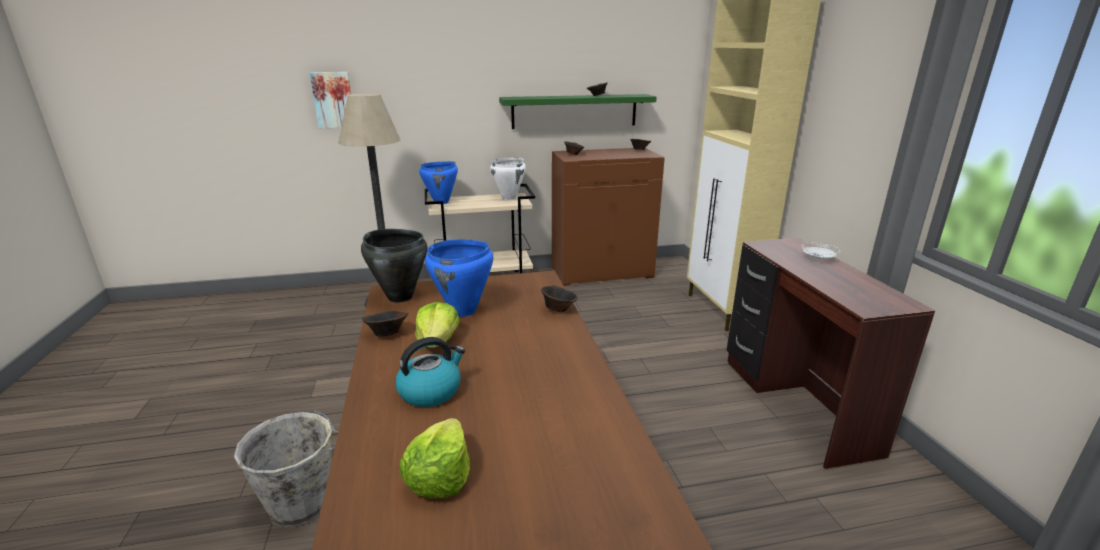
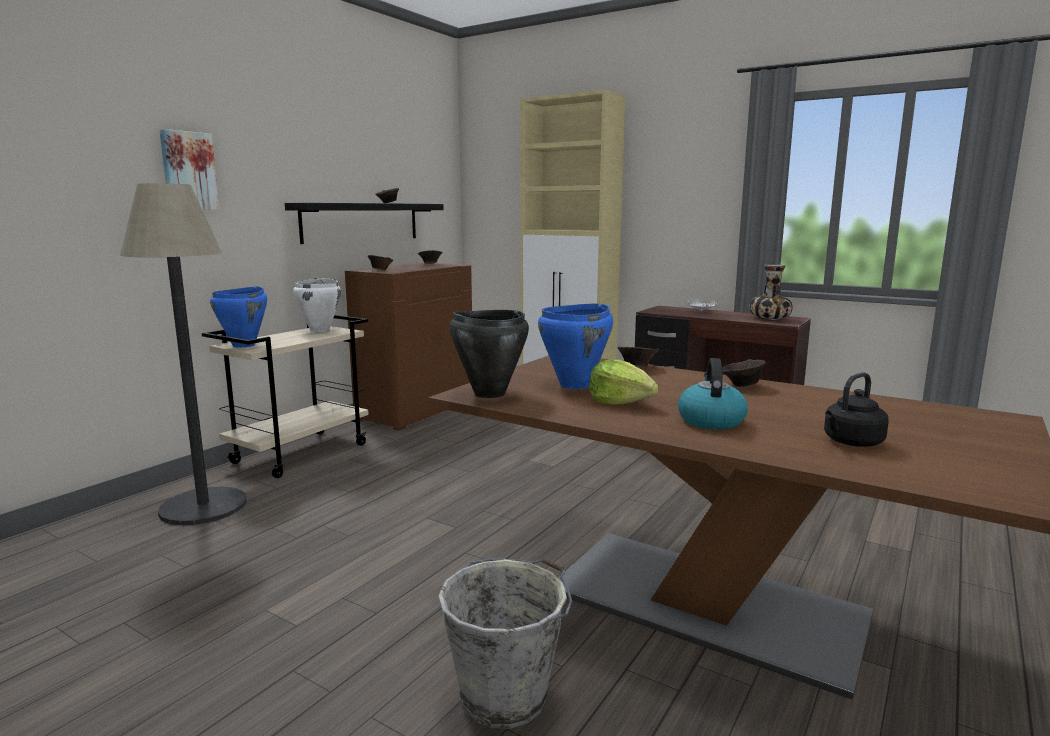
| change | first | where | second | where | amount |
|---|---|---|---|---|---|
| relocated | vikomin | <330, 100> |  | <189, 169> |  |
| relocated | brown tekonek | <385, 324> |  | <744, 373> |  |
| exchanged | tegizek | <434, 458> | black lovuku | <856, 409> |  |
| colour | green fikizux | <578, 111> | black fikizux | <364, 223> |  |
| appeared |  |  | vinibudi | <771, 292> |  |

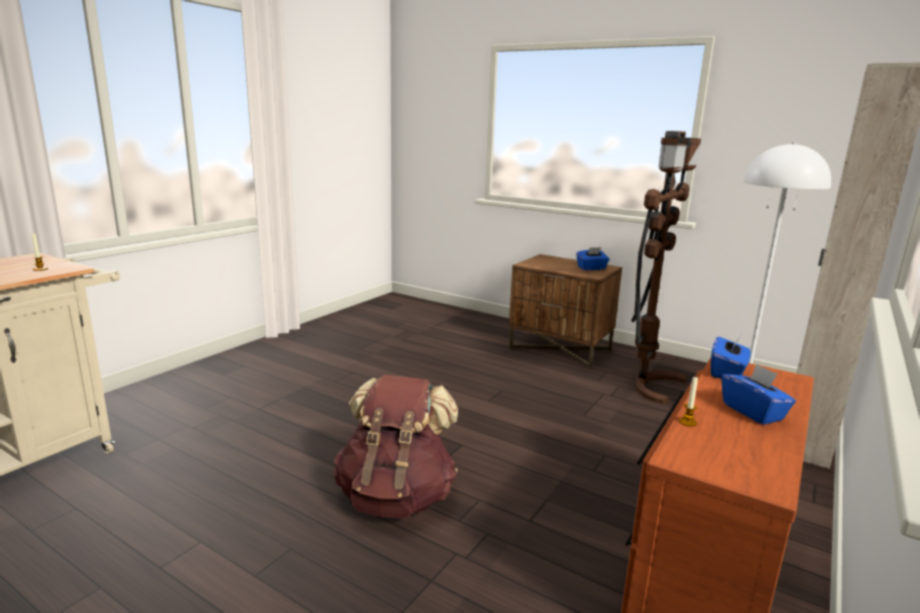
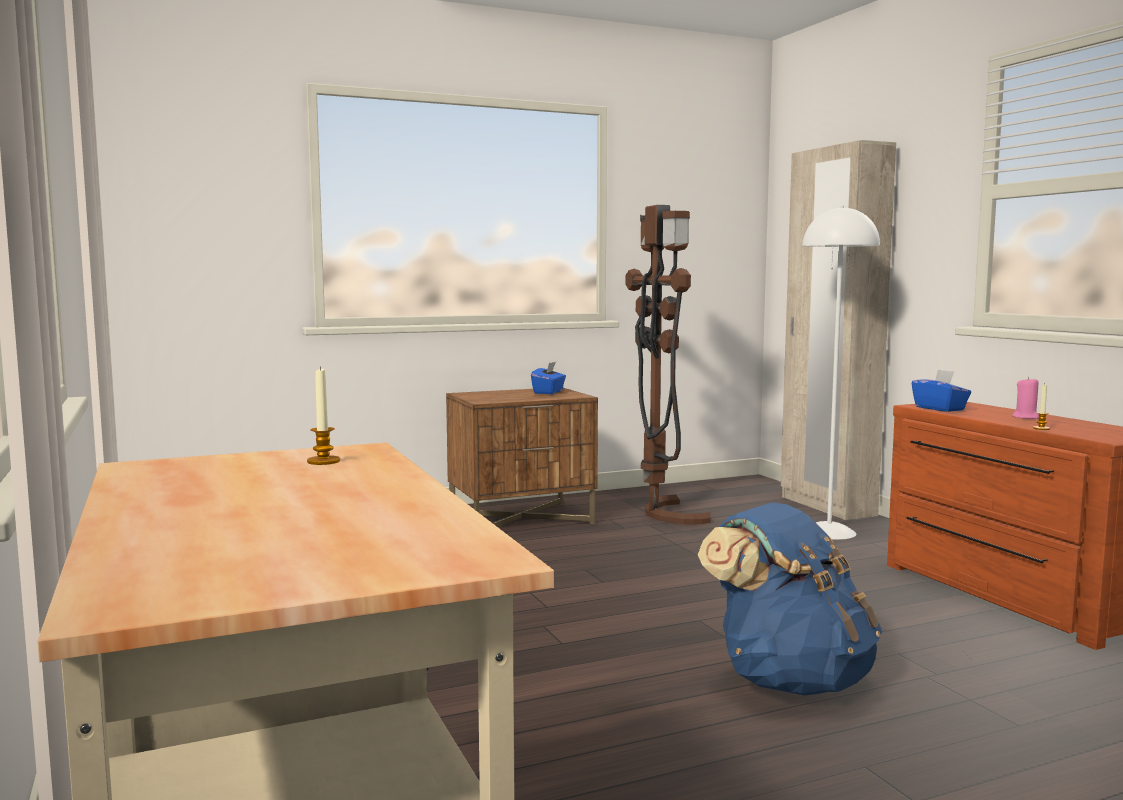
| change | first | where | second | where | amount |
|---|---|---|---|---|---|
| colour | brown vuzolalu | <396, 446> | blue vuzolalu | <790, 599> |  |
| exchanged | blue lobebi | <759, 394> | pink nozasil | <1025, 398> |  |

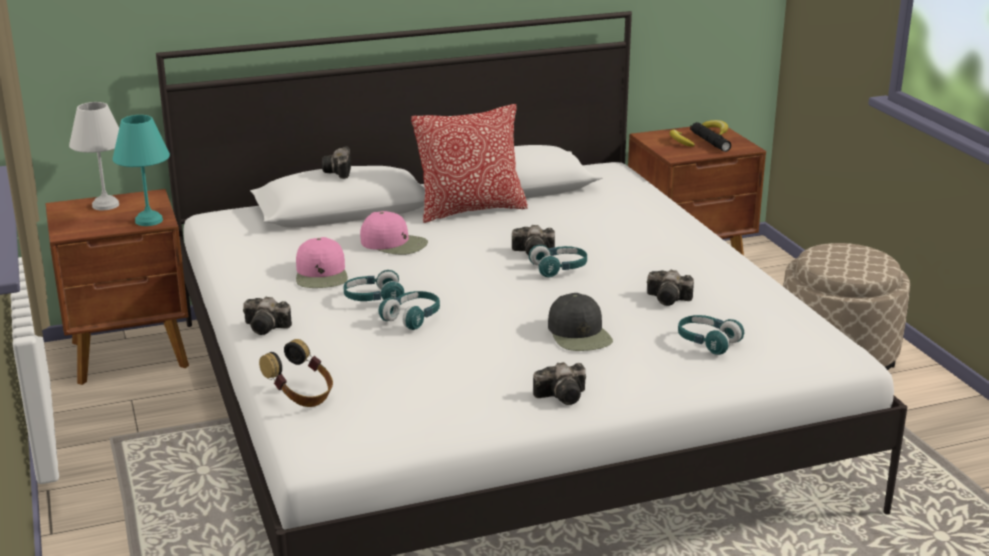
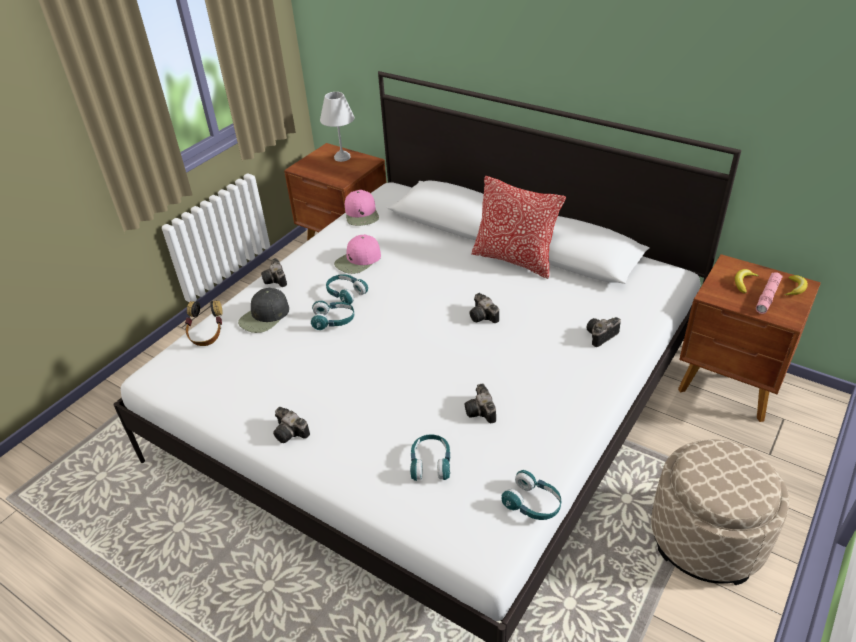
| change | first | where | second | where | amount |
|---|---|---|---|---|---|
| missing | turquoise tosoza | <141, 170> |  |  |  |
| relocated | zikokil | <336, 163> |  | <603, 332> |  |
| relocated | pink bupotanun | <394, 233> |  | <362, 208> |  |
| relocated | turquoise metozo | <558, 261> |  | <531, 495> |  |
| relocated | black bupotanun | <580, 322> |  | <263, 310> |  |
| colour | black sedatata | <710, 137> | pink sedatata | <769, 293> |  |

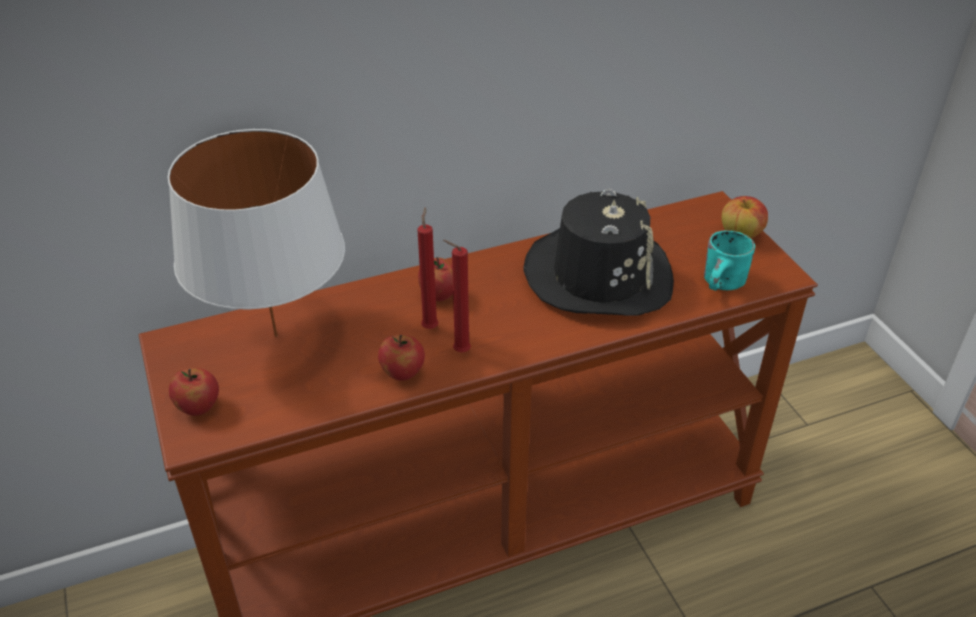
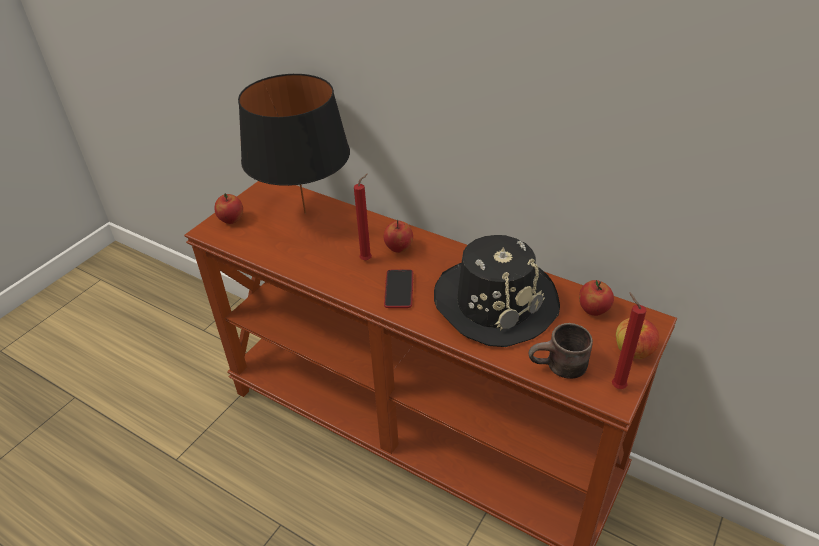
| change | first | where | second | where | amount |
|---|---|---|---|---|---|
| colour | white tosoza | <256, 233> | black tosoza | <294, 144> |  |
| relocated | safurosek | <401, 358> |  | <596, 298> |  |
| relocated | red nozasil | <457, 296> |  | <629, 340> |  |
| colour | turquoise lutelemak | <729, 260> | brown lutelemak | <560, 351> |  |
| appeared |  |  | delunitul | <398, 289> |  |

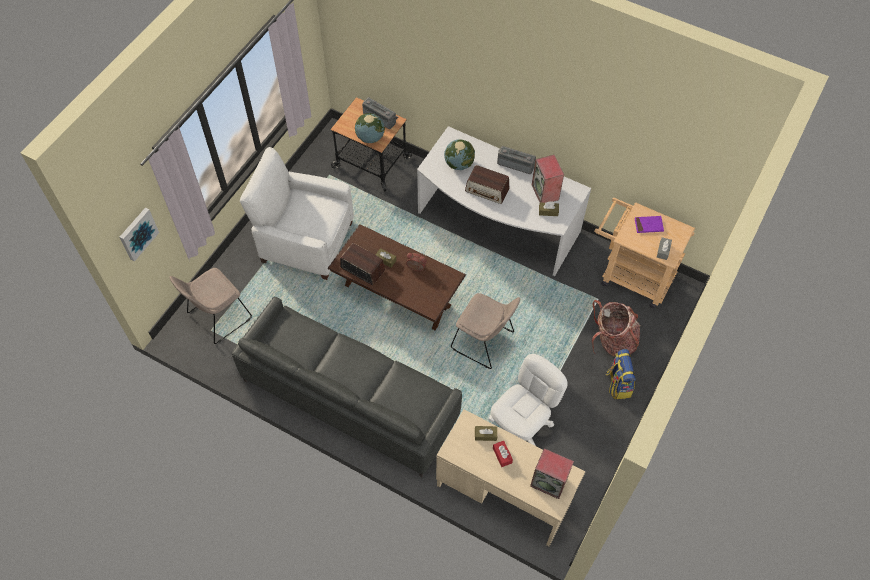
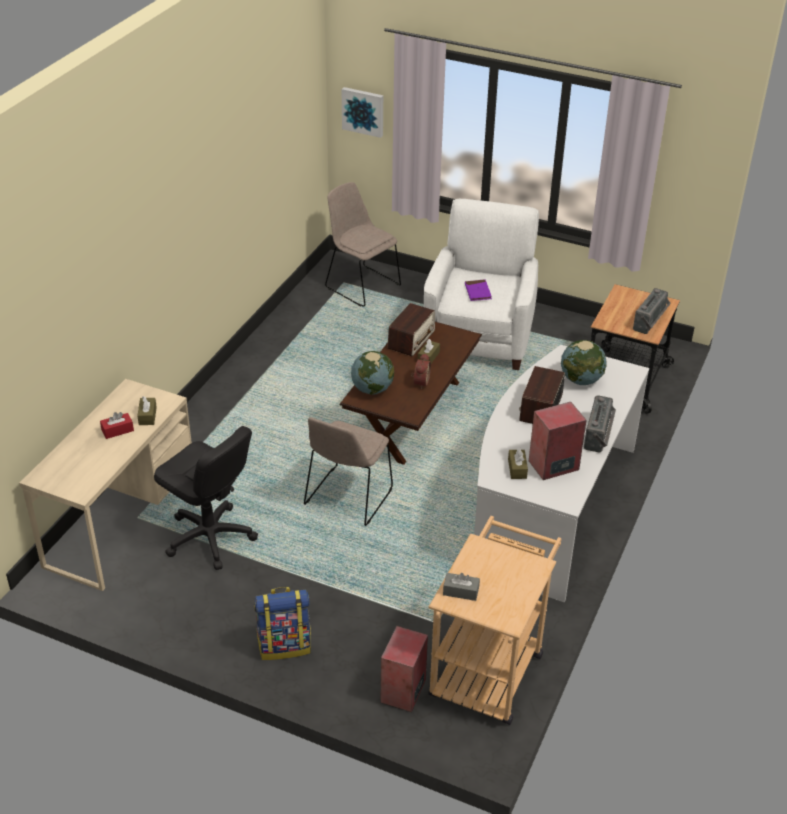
| change | first | where | second | where | amount |
|---|---|---|---|---|---|
| missing | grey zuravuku | <347, 387> |  |  |  |
| relocated | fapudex | <370, 128> |  | <372, 373> |  |
| colour | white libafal | <528, 400> | black libafal | <206, 498> |  |
| relocated | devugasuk | <552, 473> |  | <404, 669> |  |
| missing | vuzolalu | <616, 328> |  |  |  |
| relocated | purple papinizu | <649, 224> |  | <478, 290> |  |

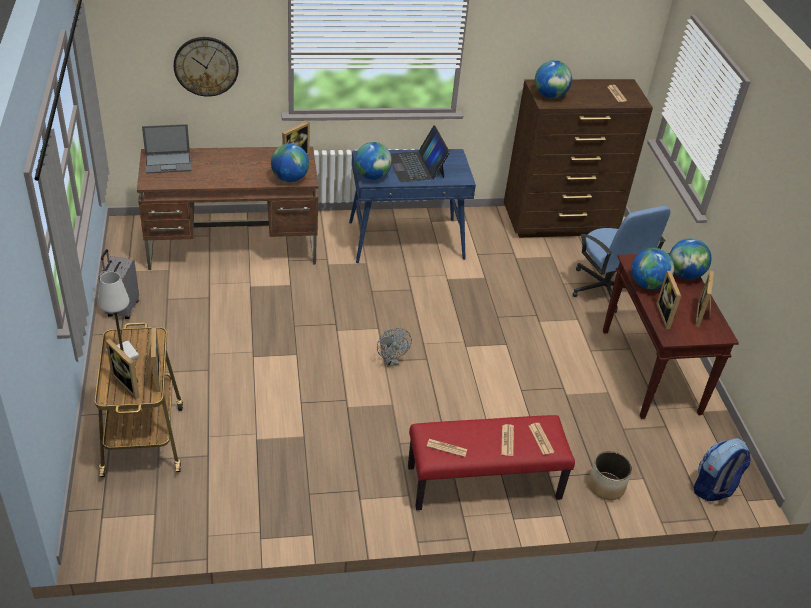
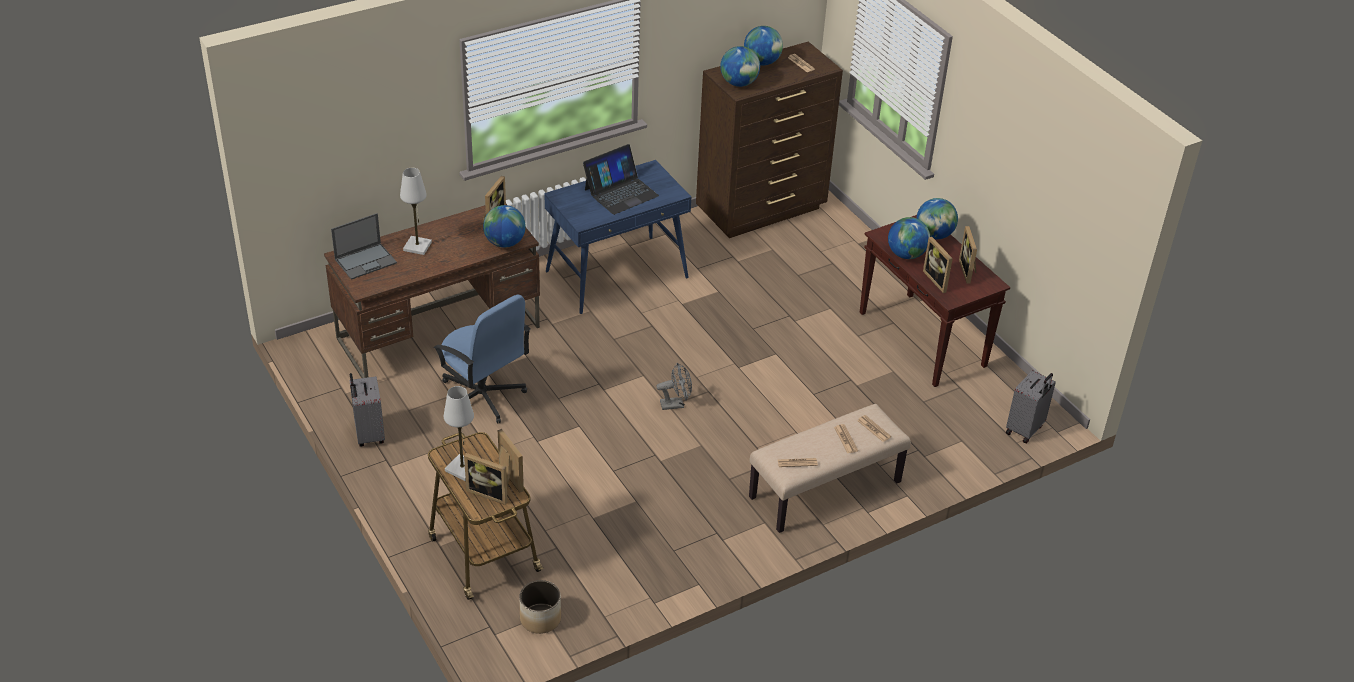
| change | first | where | second | where | amount |
|---|---|---|---|---|---|
| missing | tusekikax | <206, 67> |  |  |  |
| relocated | fapudex | <373, 161> |  | <763, 45> |  |
| spun | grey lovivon | <394, 347> |  | <674, 386> | 60 degrees counterclockwise |
| spun | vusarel | <420, 154> |  | <621, 179> | 90 degrees counterclockwise |
| colour | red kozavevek | <491, 462> | beige kozavevek | <830, 468> |  |
| relocated | blue libafal | <621, 259> |  | <482, 359> |  |
| relocated | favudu | <610, 475> |  | <540, 607> |  |
| exchanged | vuzolalu | <722, 469> | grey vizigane | <1031, 407> |  |
| appeared |  |  | white tosoza | <416, 211> |  |

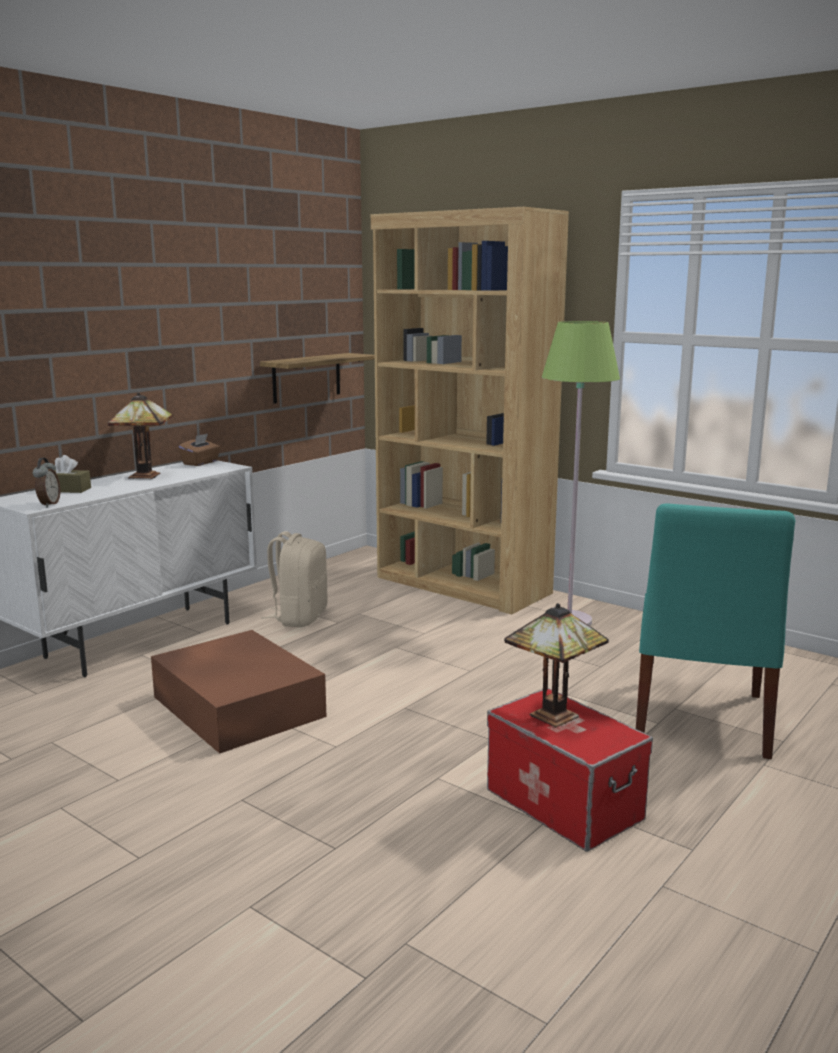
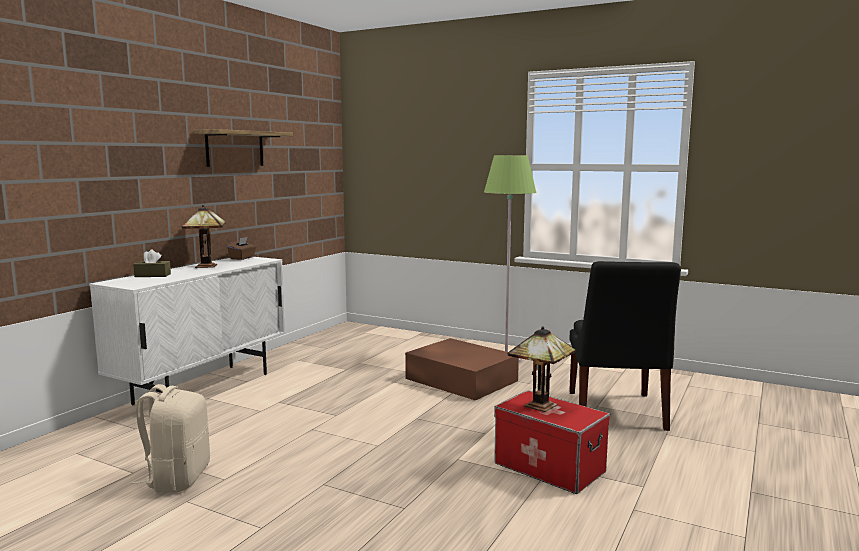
| change | first | where | second | where | amount |
|---|---|---|---|---|---|
| missing | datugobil | <46, 482> |  |  |  |
| relocated | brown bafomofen | <238, 692> |  | <462, 369> |  |
| relocated | fikizux | <317, 378> |  | <243, 148> |  |
| relocated | beige vuzolalu | <294, 579> |  | <171, 438> |  |
| missing | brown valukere | <470, 410> |  |  |  |
| colour | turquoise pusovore | <715, 631> | black pusovore | <625, 346> |  |

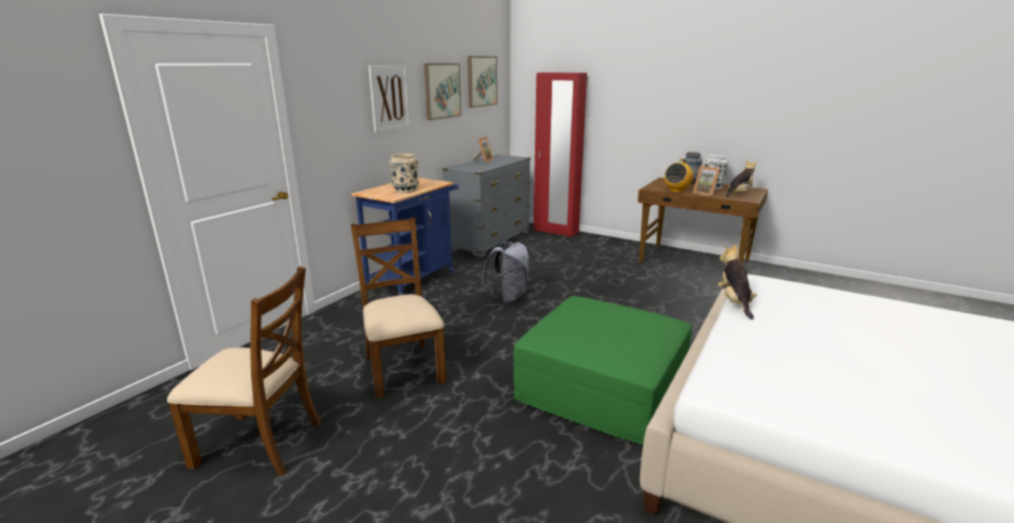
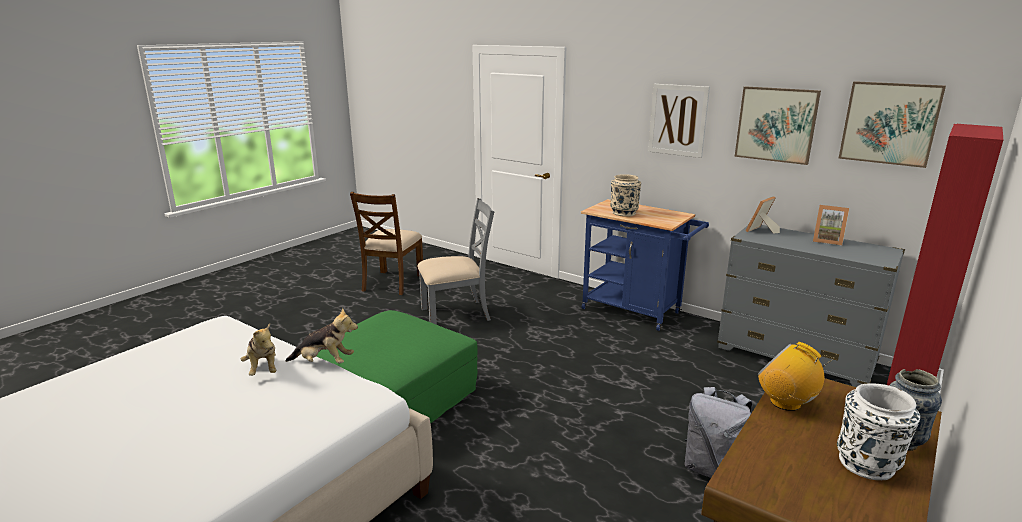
| change | first | where | second | where | amount |
|---|---|---|---|---|---|
| colour | brown pusovore | <398, 308> | grey pusovore | <455, 261> |  |
| relocated | grey vuzolalu | <506, 272> |  | <719, 432> |  |
| relocated | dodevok | <706, 181> |  | <762, 215> |  |
| relocated | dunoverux | <741, 179> |  | <259, 349> |  |

